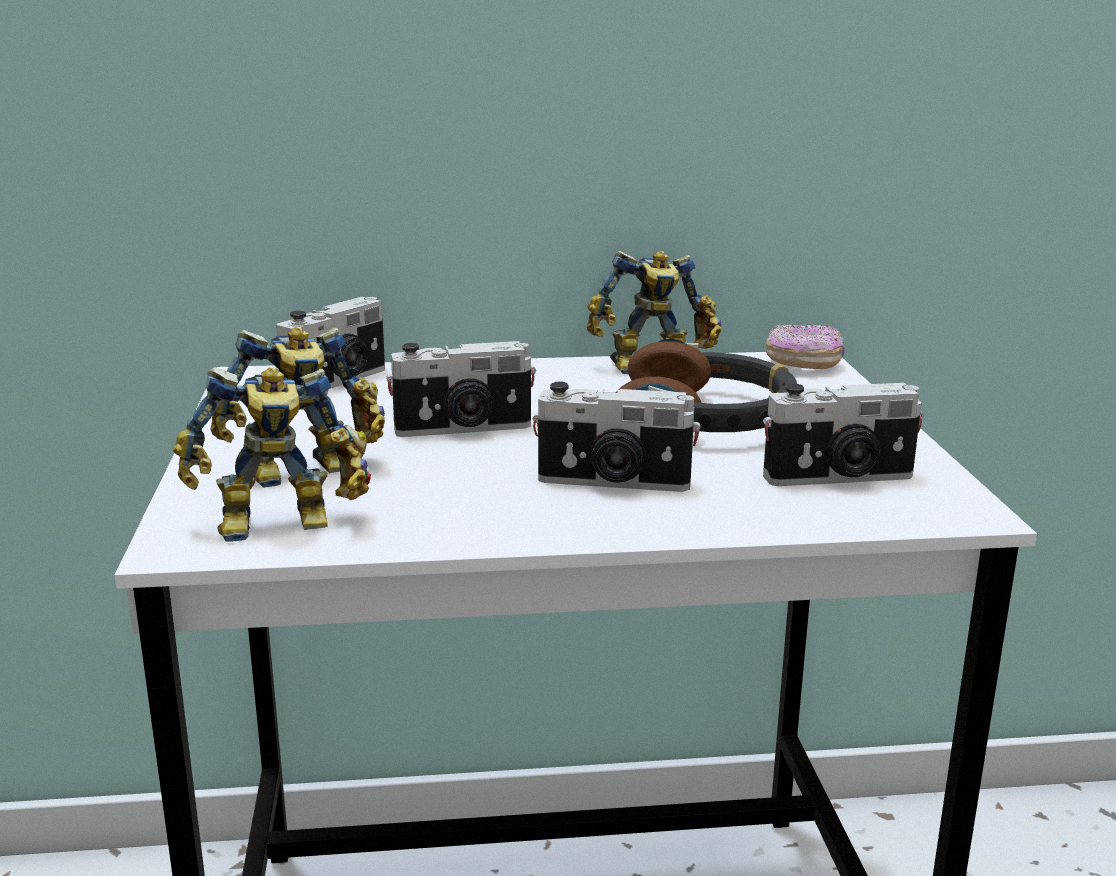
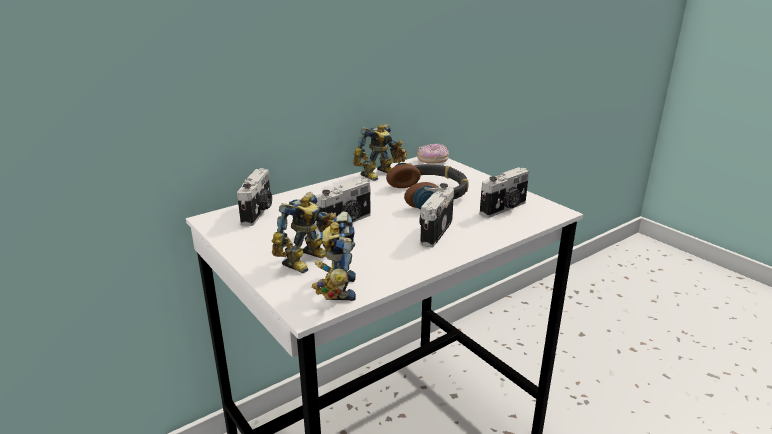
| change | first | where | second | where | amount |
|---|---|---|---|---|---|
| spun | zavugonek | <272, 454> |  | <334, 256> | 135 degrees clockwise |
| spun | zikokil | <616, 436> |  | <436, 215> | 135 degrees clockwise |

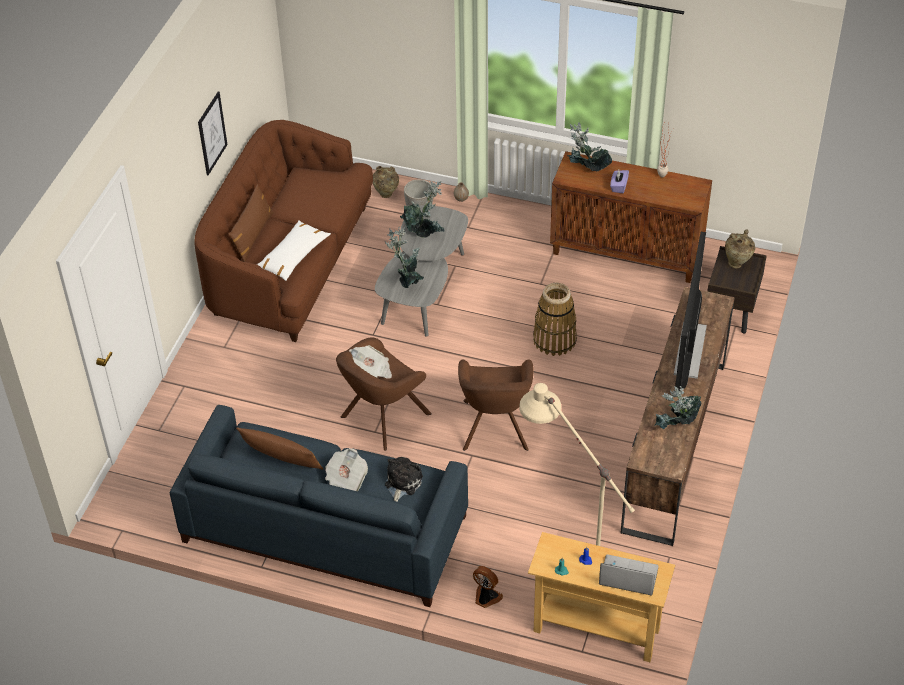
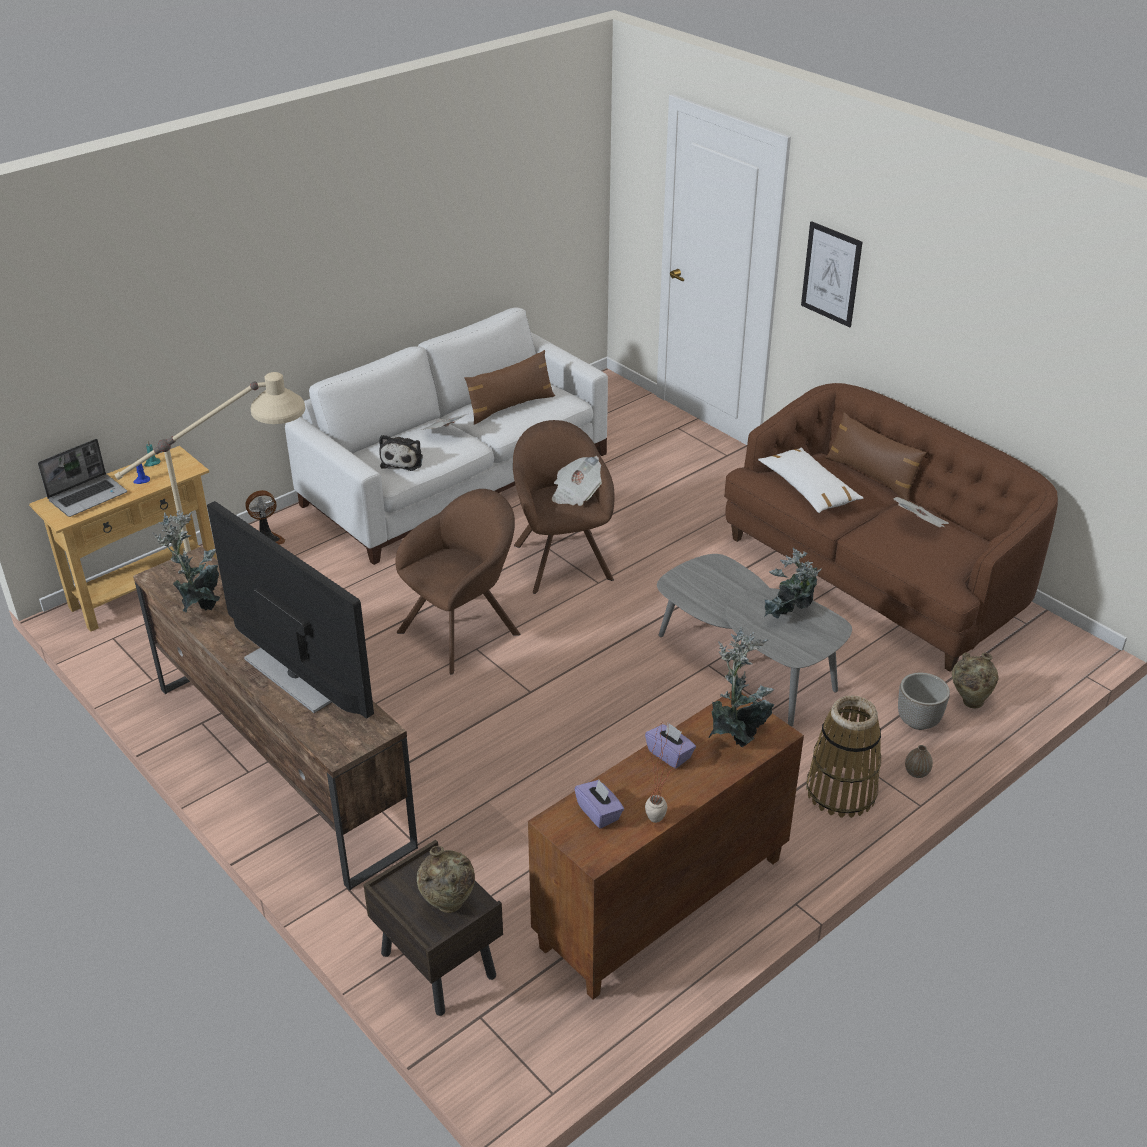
| change | first | where | second | where | amount |
|---|---|---|---|---|---|
| colour | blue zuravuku | <319, 506> | white zuravuku | <446, 436> |  |
| relocated | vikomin | <212, 133> |  | <832, 274> |  |
| missing | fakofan | <404, 257> |  |  |  |
| spun | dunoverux | <404, 479> |  | <401, 453> | 45 degrees clockwise |
| spun | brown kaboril | <495, 405> |  | <457, 581> | 105 degrees clockwise |
| relocated | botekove | <555, 319> |  | <843, 757> |  |
| appeared |  |  | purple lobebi | <599, 804> |  |
| appeared |  |  | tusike | <921, 512> |  |

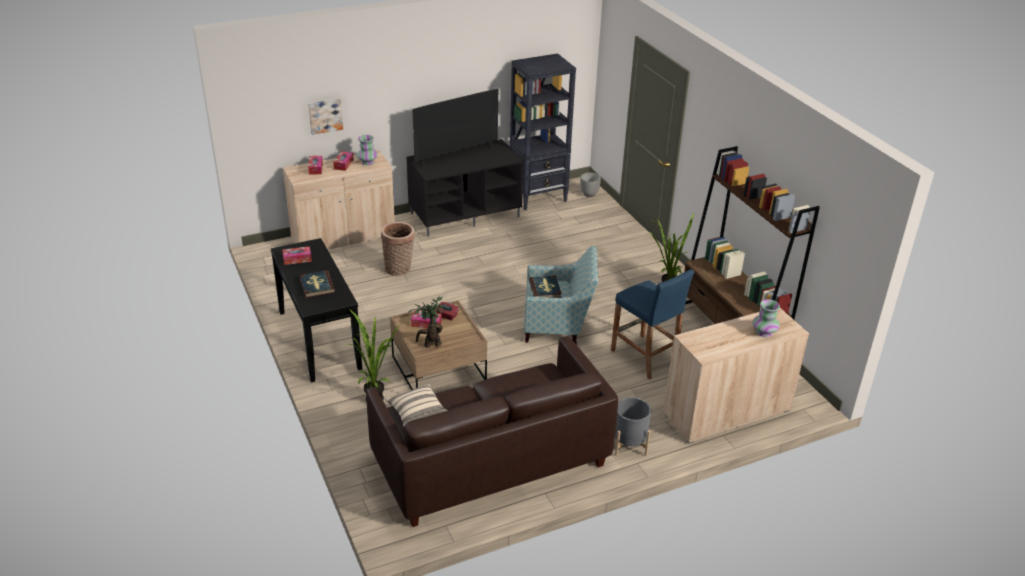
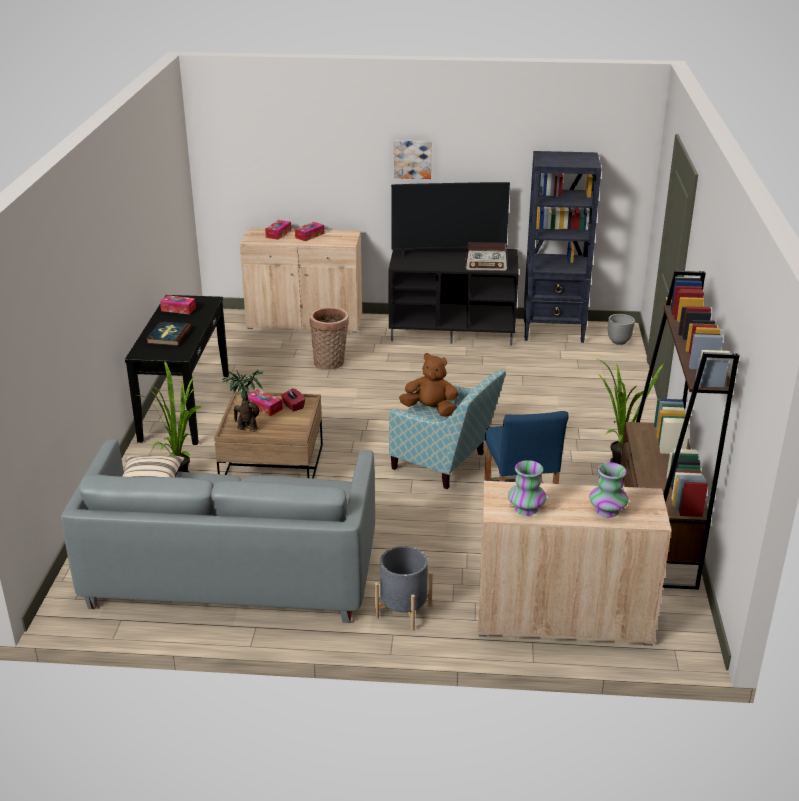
| change | first | where | second | where | amount |
|---|---|---|---|---|---|
| relocated | vikomin | <325, 117> |  | <413, 159> |  |
| relocated | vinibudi | <367, 150> |  | <527, 488> |  |
| colour | brown zuravuku | <492, 431> | grey zuravuku | <218, 531> |  |
| exchanged | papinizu | <545, 287> | brown dunoverux | <428, 385> |  |
| appeared |  |  | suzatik | <486, 256> |  |

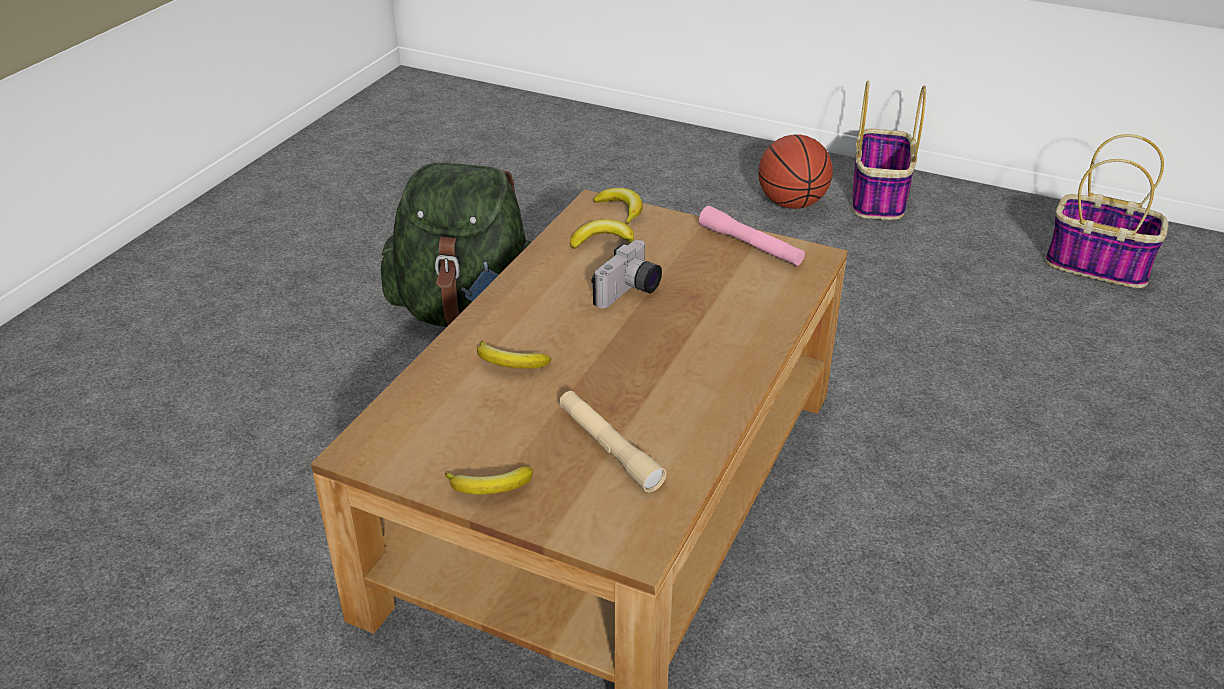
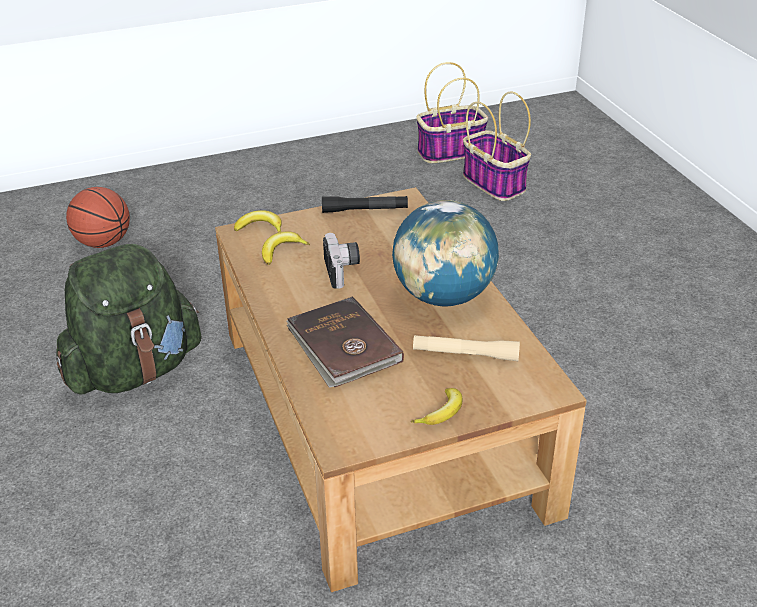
| change | first | where | second | where | amount |
|---|---|---|---|---|---|
| exchanged | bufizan | <514, 355> | brown papinizu | <345, 342> |  |
| colour | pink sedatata | <752, 236> | black sedatata | <365, 204> |  |
| relocated | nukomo | <795, 172> |  | <98, 217> |  |
| relocated | botekove | <889, 150> |  | <497, 146> |  |
| appeared |  |  | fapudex | <445, 253> |  |

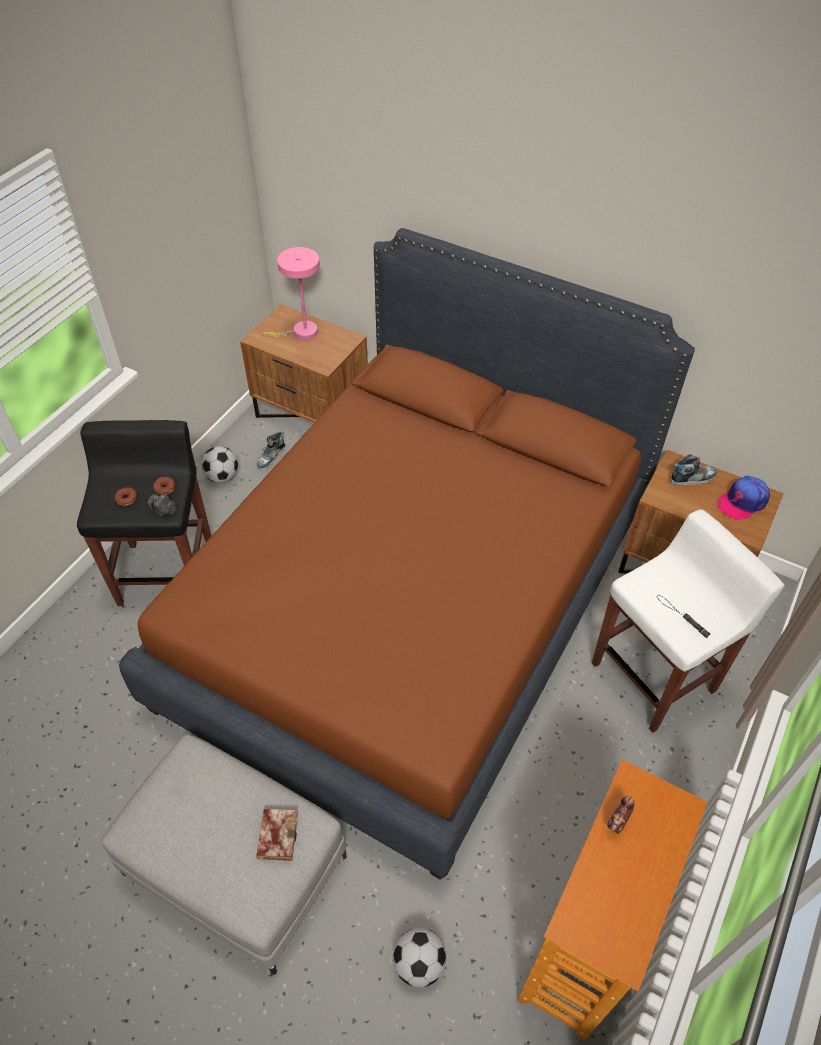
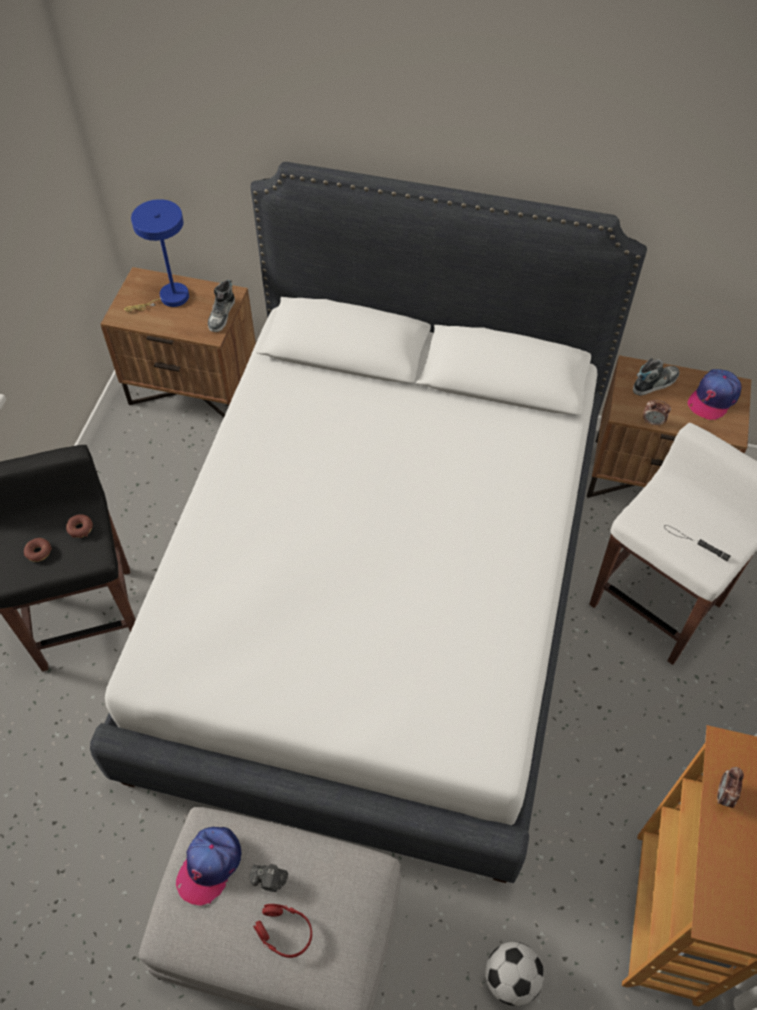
| change | first | where | second | where | amount |
|---|---|---|---|---|---|
| colour | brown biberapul | <407, 554> | white biberapul | <368, 522> |  |
| relocated | zikokil | <163, 505> |  | <269, 878> |  |
| missing | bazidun | <219, 464> |  |  |  |
| missing | papinizu | <277, 835> |  |  |  |
| relocated | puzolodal | <271, 451> |  | <221, 306> |  |
| colour | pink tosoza | <291, 293> | blue tosoza | <156, 255> |  |
| appeared |  |  | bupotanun | <209, 866> |  |
| appeared |  |  | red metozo | <282, 931> |  |
| appeared |  |  | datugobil | <657, 413> |  |

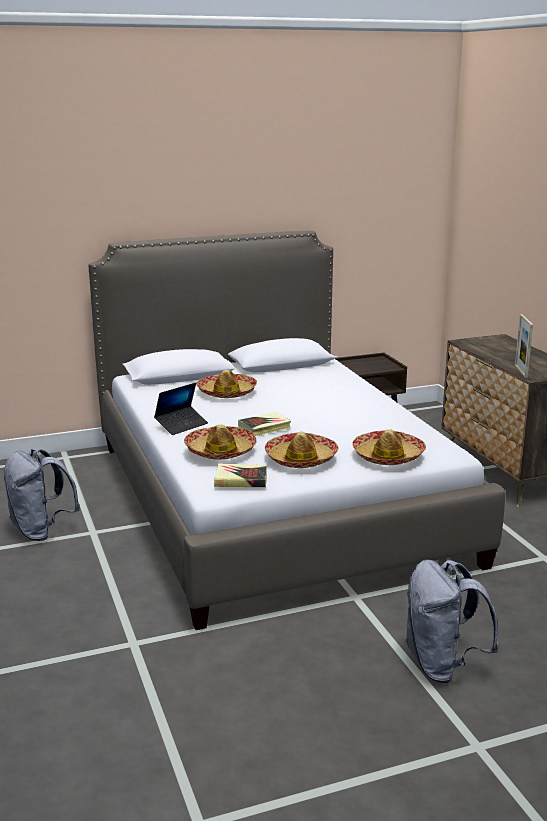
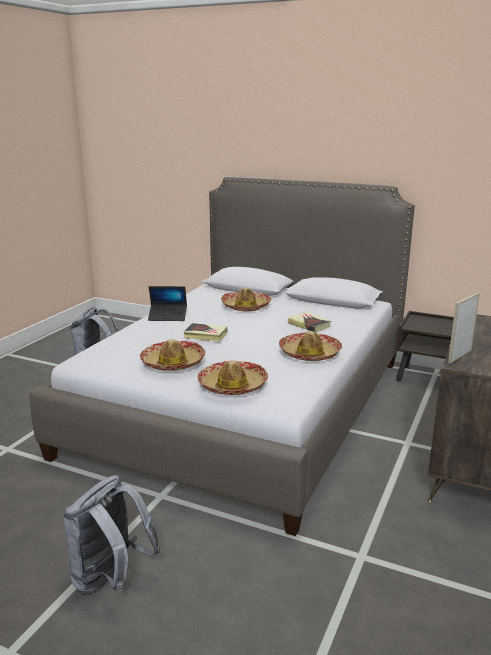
| change | first | where | second | where | amount |
|---|---|---|---|---|---|
| relocated | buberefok | <220, 441> |  | <310, 346> |  |
| relocated | papinizu | <240, 475> |  | <309, 322> |  |

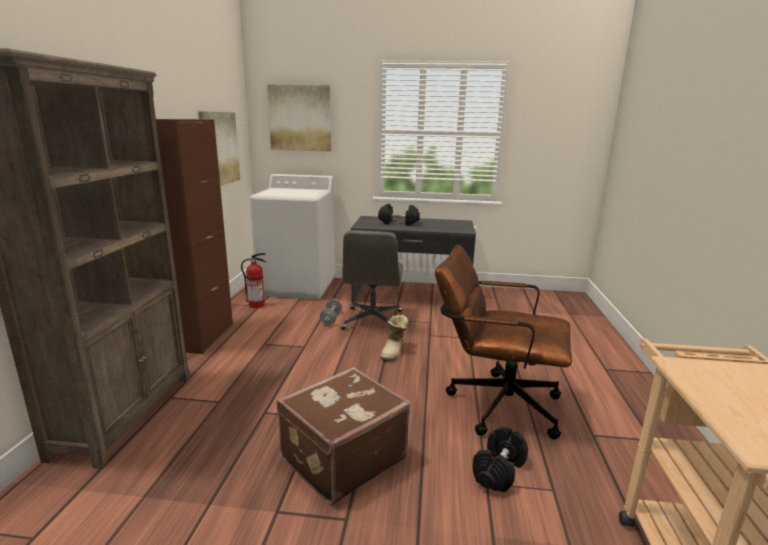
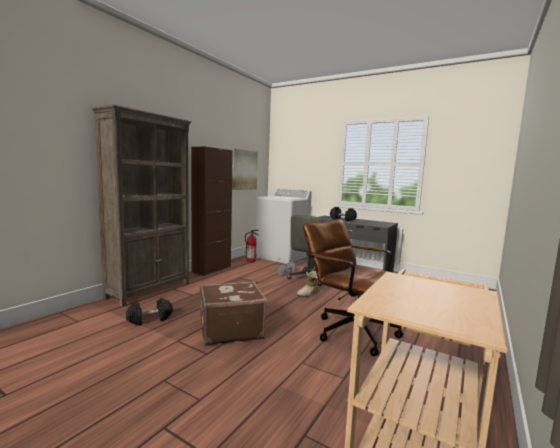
| change | first | where | second | where | amount |
|---|---|---|---|---|---|
| missing | vikomin | <299, 117> |  |  |  |
| relocated | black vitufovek | <500, 459> |  | <149, 312> |  |

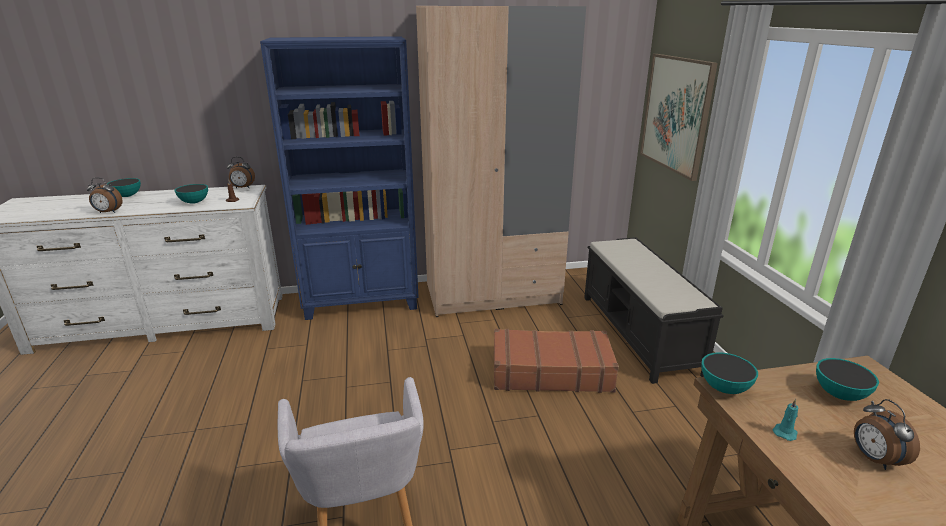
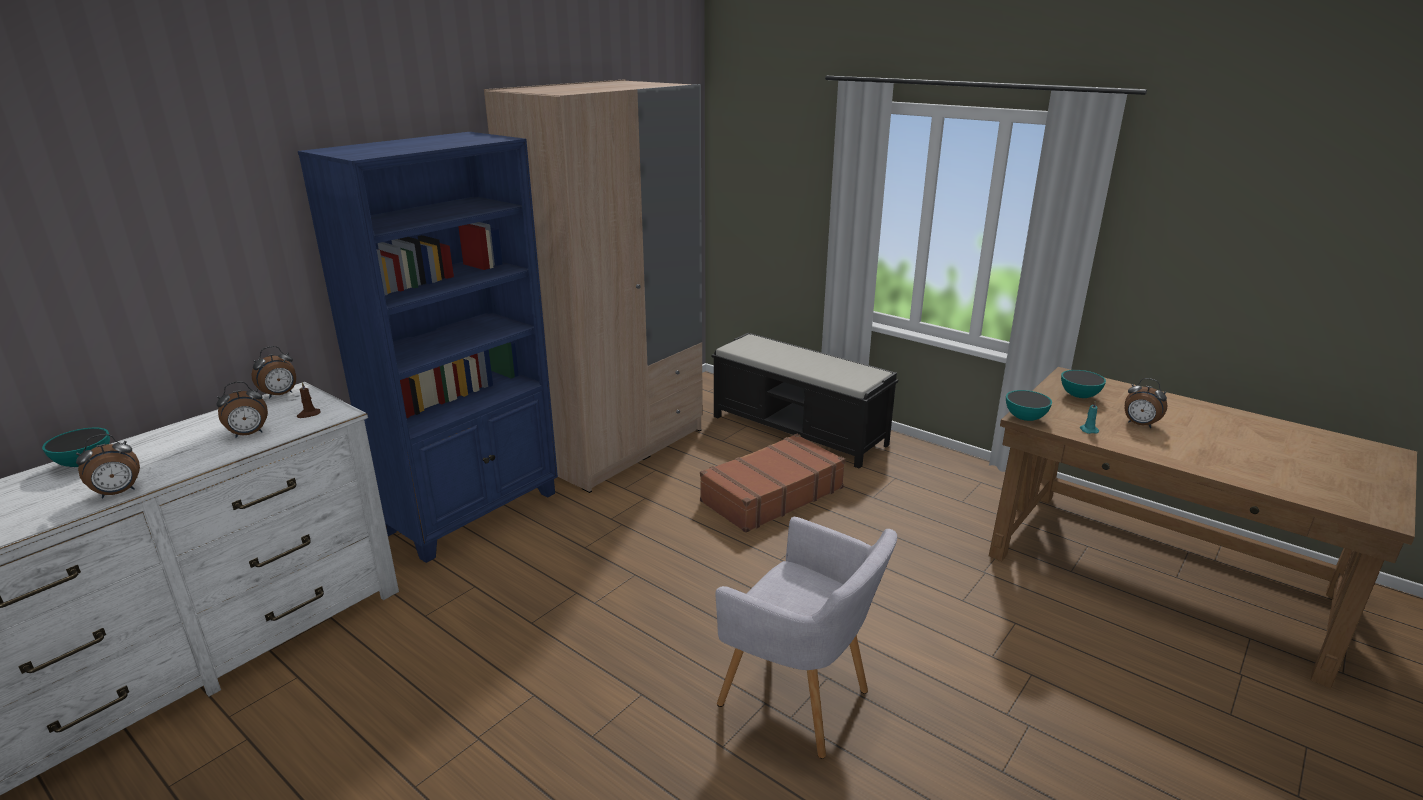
| change | first | where | second | where | amount |
|---|---|---|---|---|---|
| exchanged | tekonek | <191, 194> | datugobil | <242, 409> |  |
| missing | vikomin | <679, 117> |  |  |  |

